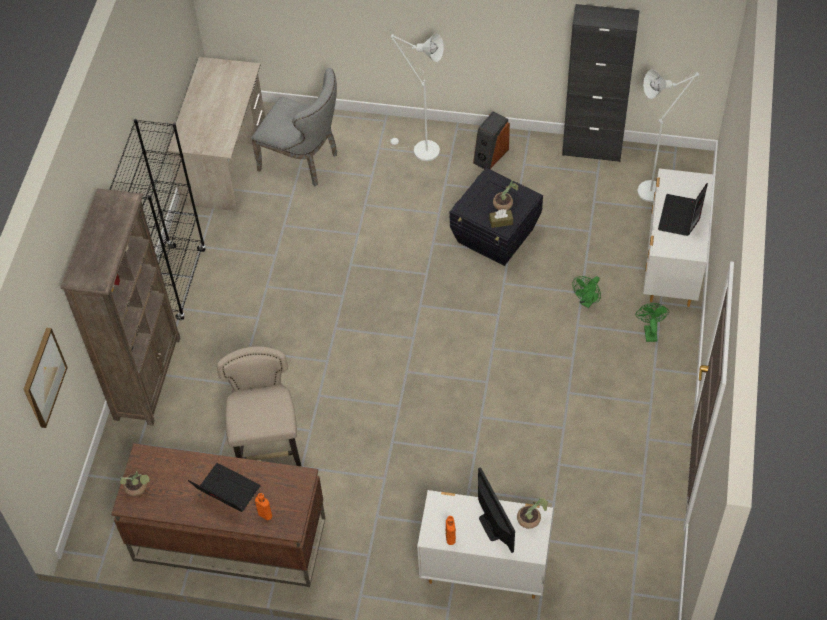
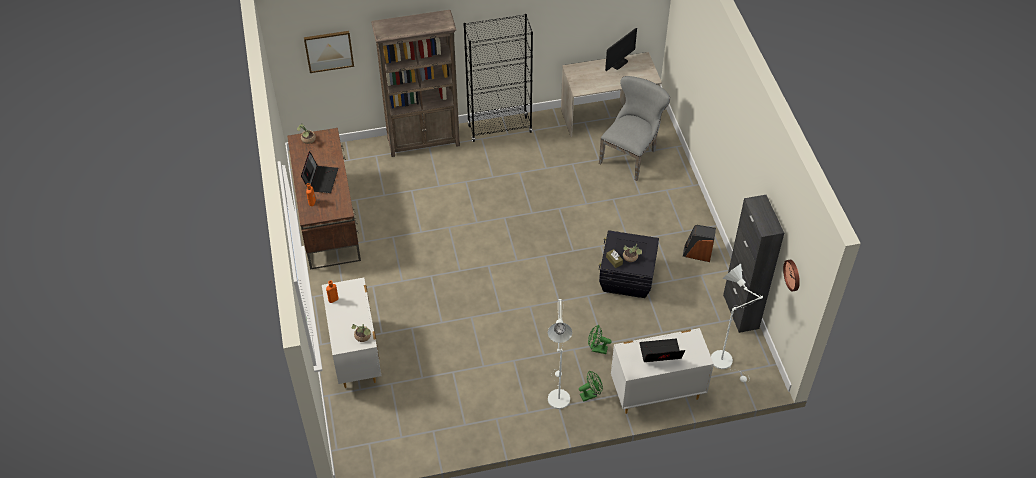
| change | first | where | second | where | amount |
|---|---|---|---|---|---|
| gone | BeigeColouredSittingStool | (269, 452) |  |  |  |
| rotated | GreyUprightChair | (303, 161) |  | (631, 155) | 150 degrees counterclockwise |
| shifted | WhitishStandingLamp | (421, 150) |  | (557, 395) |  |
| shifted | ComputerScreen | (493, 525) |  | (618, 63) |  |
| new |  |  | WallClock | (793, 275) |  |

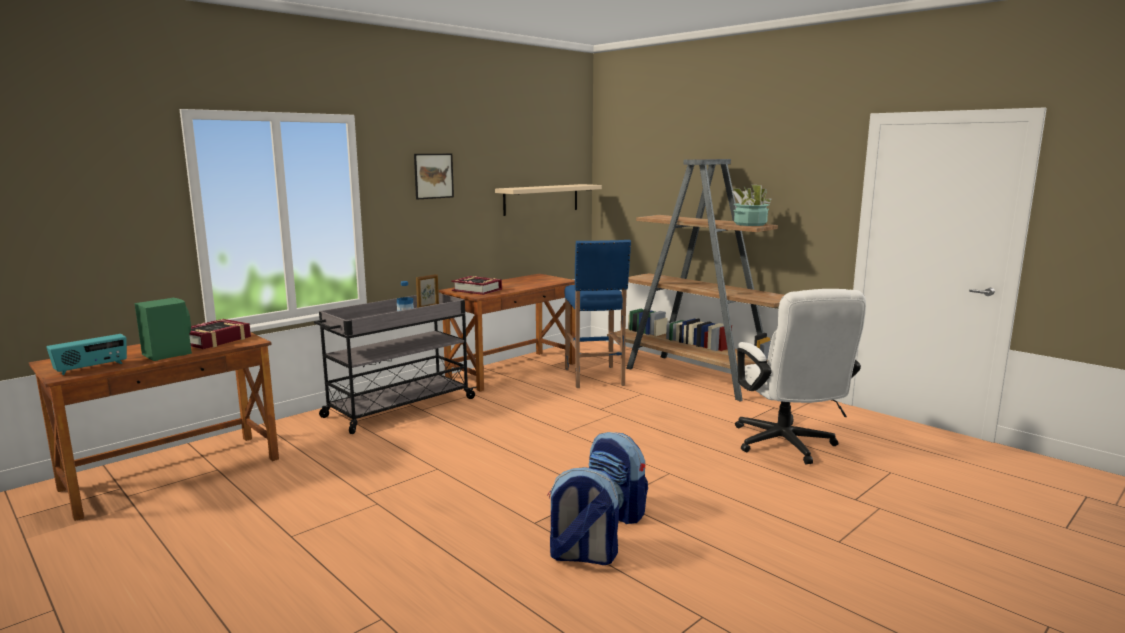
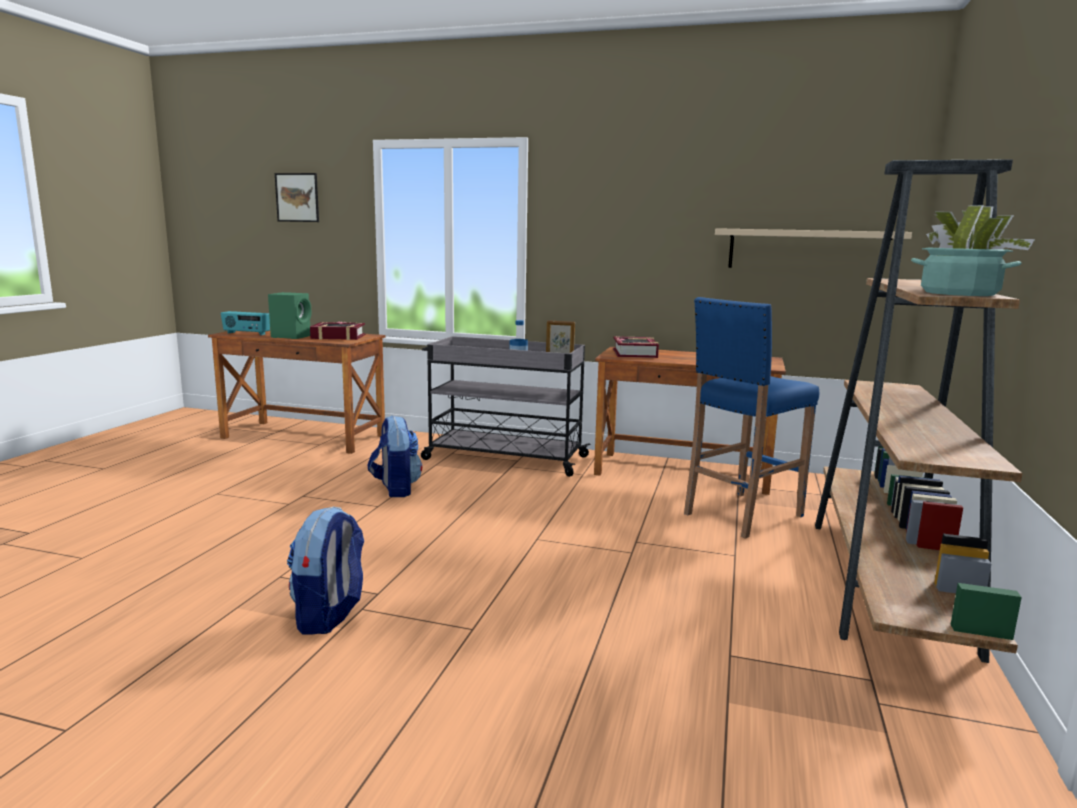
| change | first | where | second | where | amount |
|---|---|---|---|---|---|
| shifted | WallPicture | (433, 176) |  | (297, 197) |  |
| shifted | Knapsack | (581, 556) |  | (395, 489) |  |
| gone | WhitishOfficeChair | (787, 446) |  |  |  |

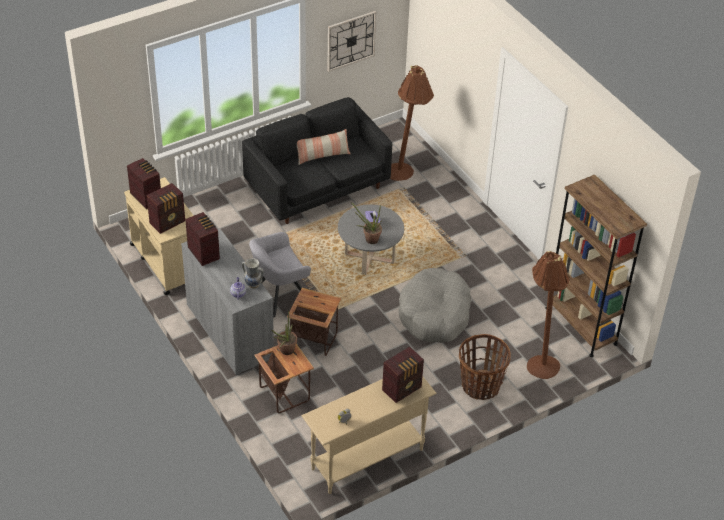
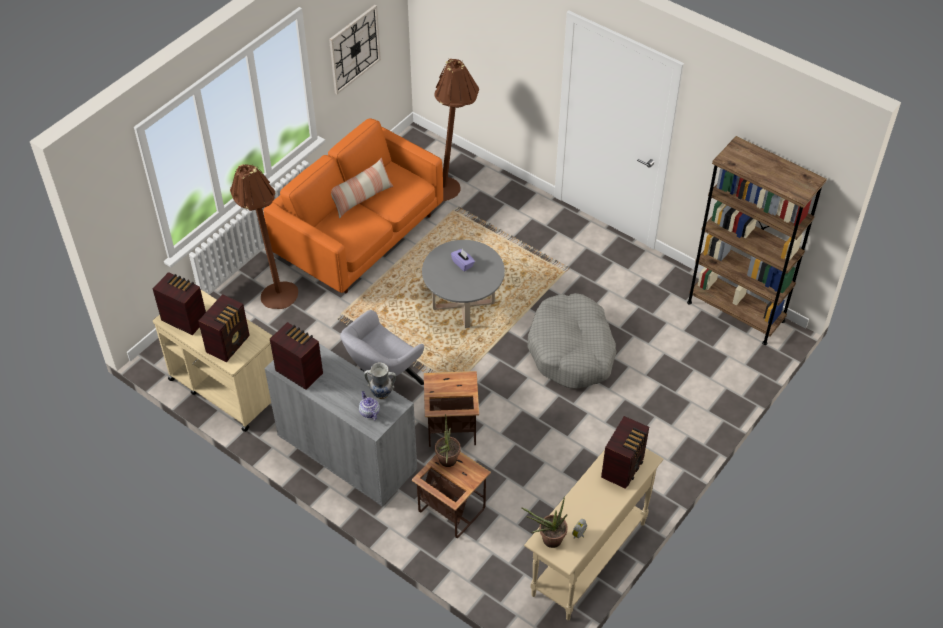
| change | first | where | second | where | amount |
|---|---|---|---|---|---|
| repainted | BlackCouch | (318, 188) | OrangeColouredCouch | (360, 237) |  |
| shifted | Houseplant | (369, 239) |  | (547, 540) |  |
| gone | HouseholdBasket | (480, 386) |  |  |  |
| shifted | BrownishStandingLamp | (538, 361) |  | (273, 291) |  |

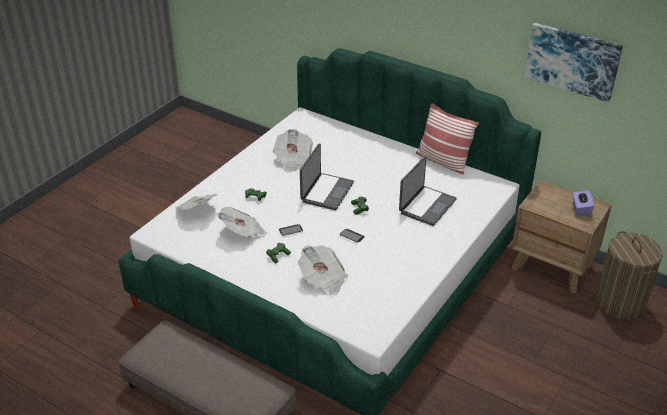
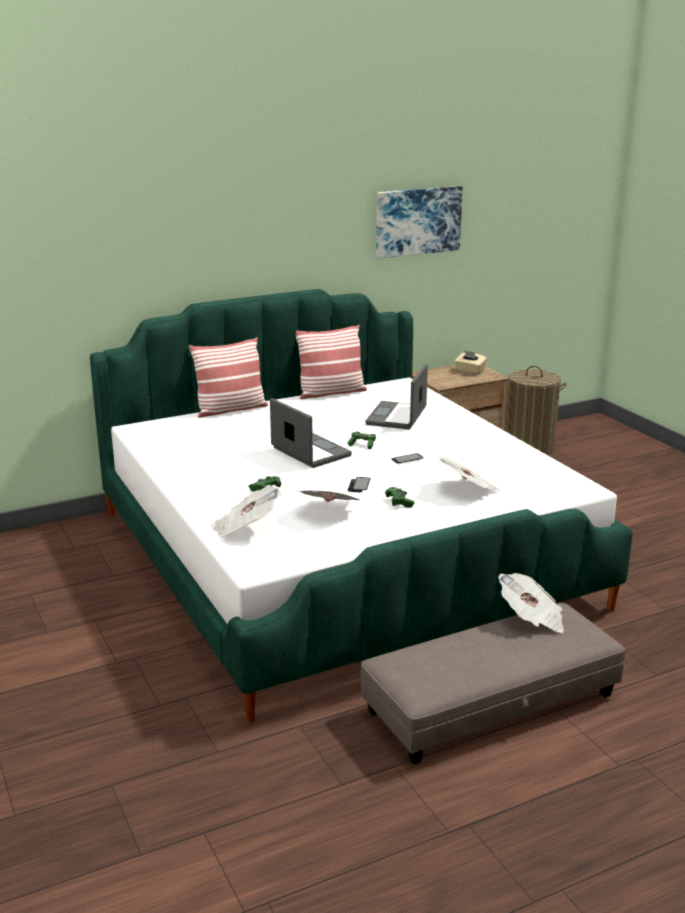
| change | first | where | second | where | amount |
|---|---|---|---|---|---|
| shifted | PrintedPaper | (293, 160) |  | (531, 619) |  |
| rotated | Laptop | (426, 206) |  | (397, 417) | 135 degrees counterclockwise |
| repainted | PurpleTissueBox | (580, 209) | BeigeColouredTissueBox | (469, 371) |  |
| new |  |  | Cushion | (230, 409) |  |

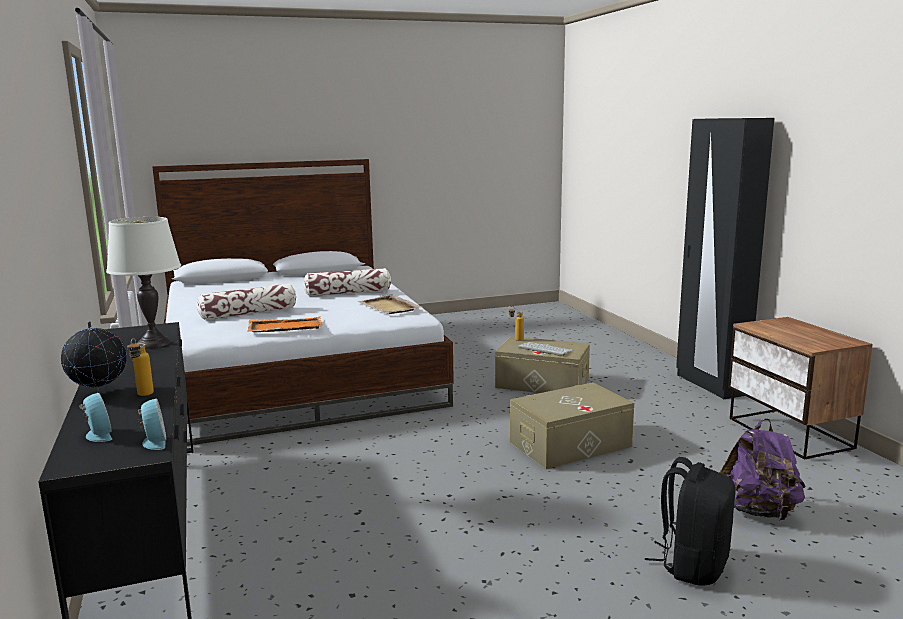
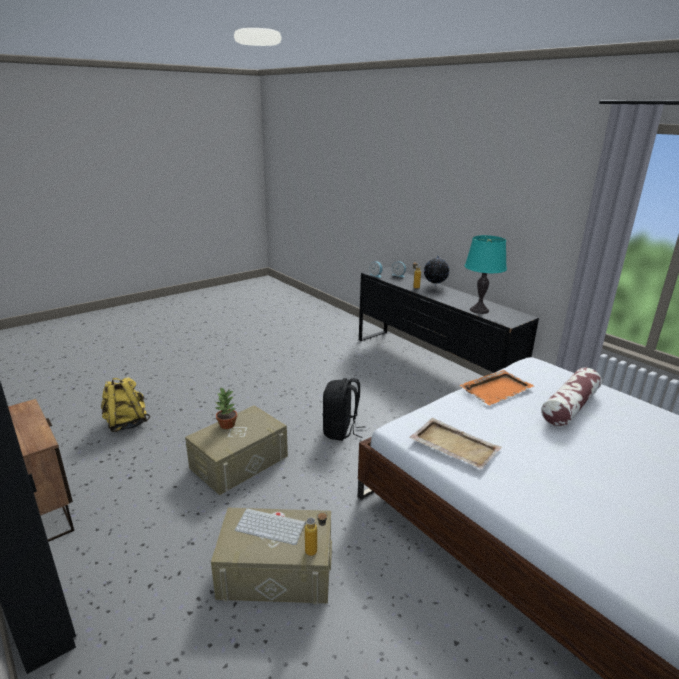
| change | first | where | second | where | amount |
|---|---|---|---|---|---|
| repainted | WhitishLampForATable | (153, 343) | TurquoiseLampForATable | (479, 310) |  |
| gone | Cushion | (348, 293) |  |  |  |
| shifted | BlackKnapsack | (692, 565) |  | (341, 431) |  |
| repainted | PurpleKnapsack | (758, 511) | YellowishKnapsack | (126, 423) |  |
| new |  |  | Houseplant | (227, 425) |  |

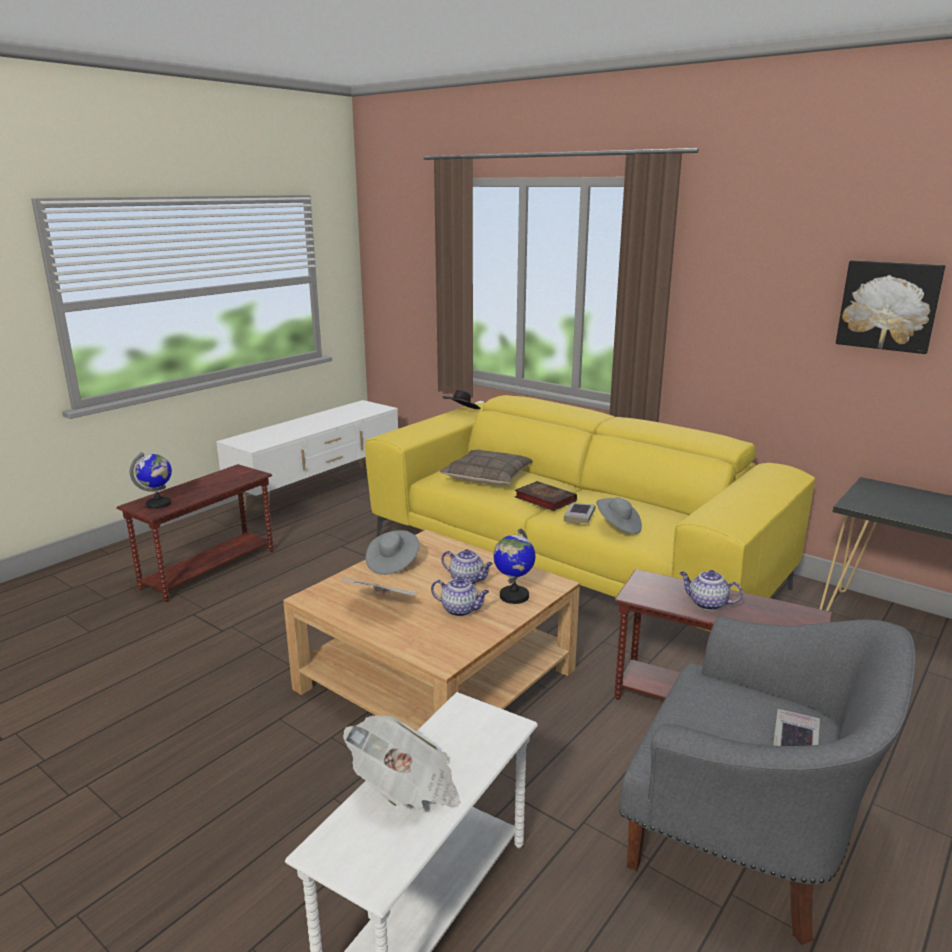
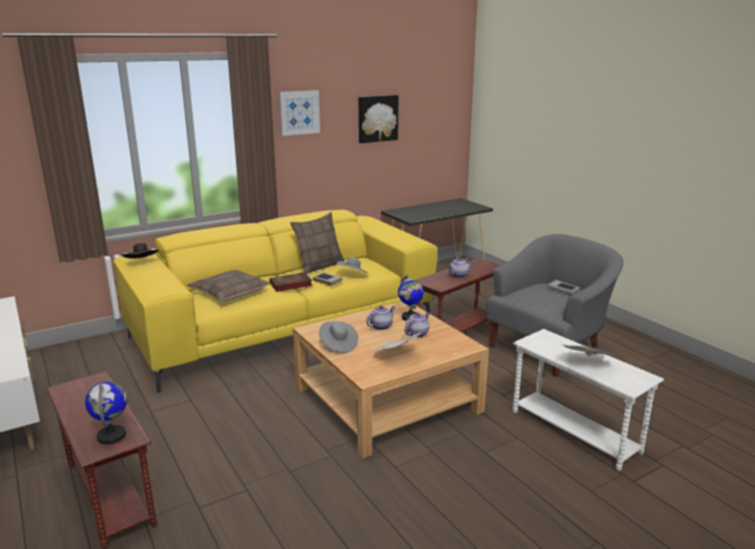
| change | first | where | second | where | amount |
|---|---|---|---|---|---|
| new |  |  | WallPicture | (299, 112) |  |
| new |  |  | Cushion | (319, 266) |  |

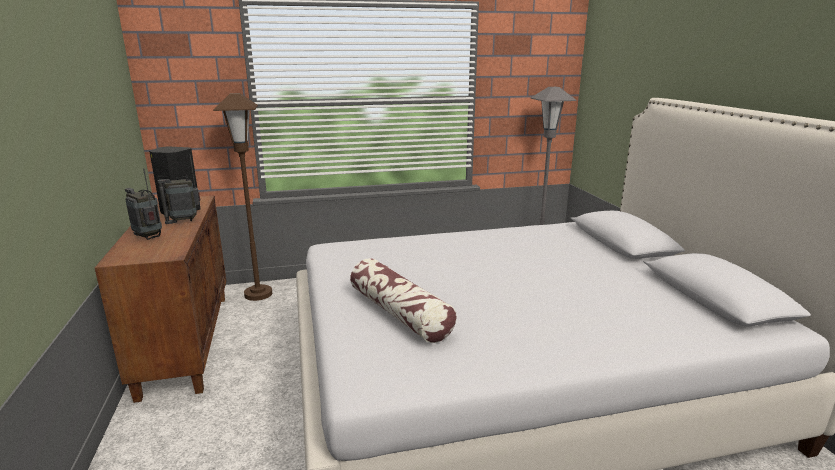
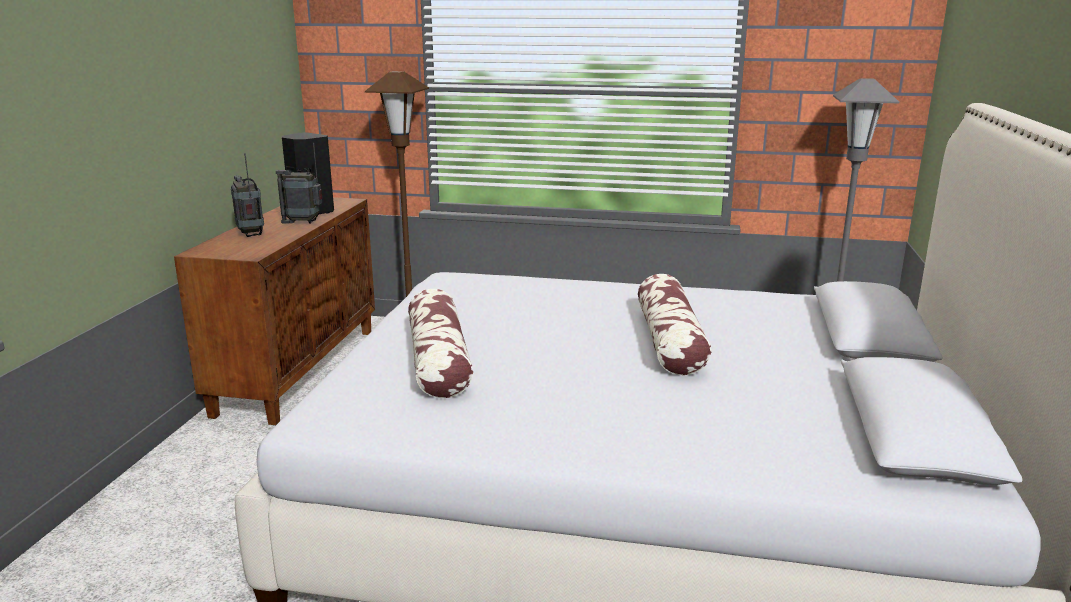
| change | first | where | second | where | amount |
|---|---|---|---|---|---|
| new |  |  | Cushion | (670, 341) |  |

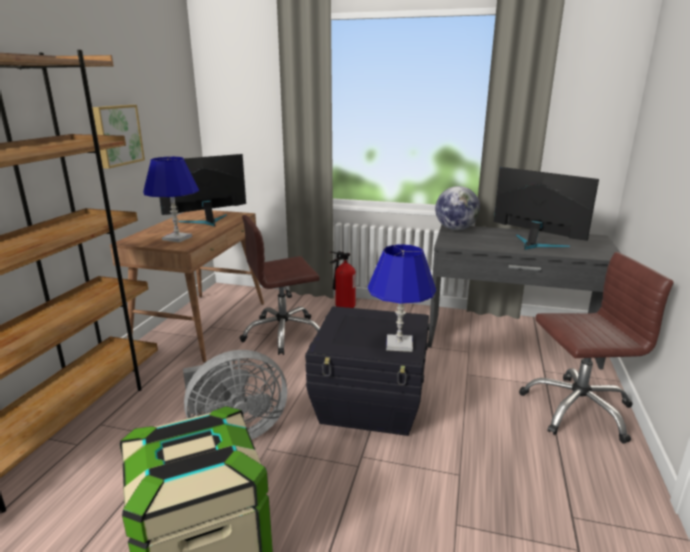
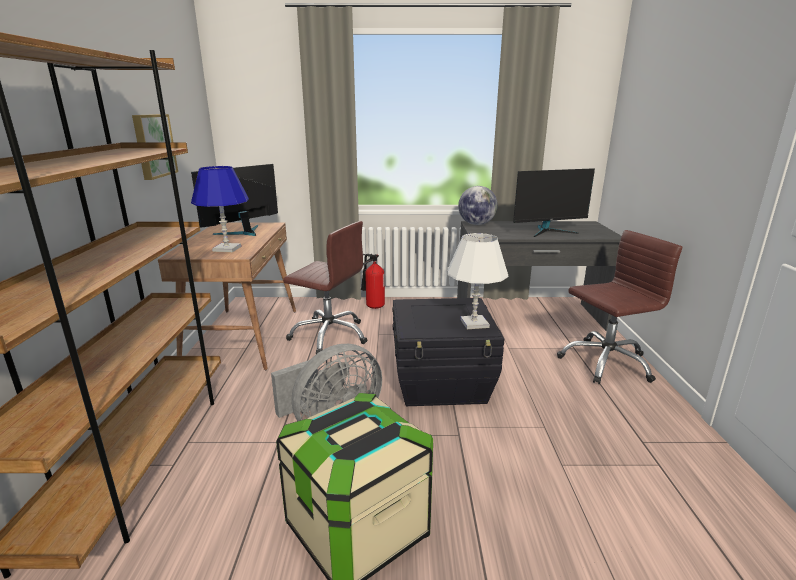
| change | first | where | second | where | amount |
|---|---|---|---|---|---|
| rotated | BrownishOfficeChair | (283, 334) |  | (329, 335) | 120 degrees counterclockwise |
| repainted | BlueLampForATable | (399, 344) | WhitishLampForATable | (474, 323) |  |
| rotated | ComputerScreen | (534, 244) |  | (548, 231) | 135 degrees clockwise |

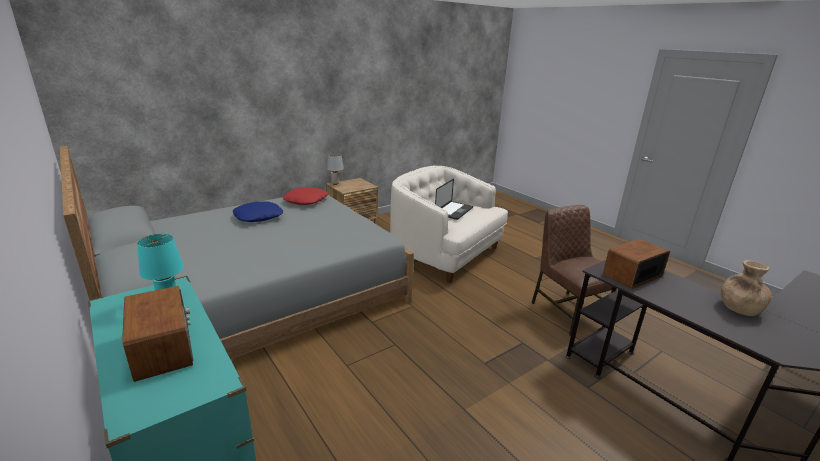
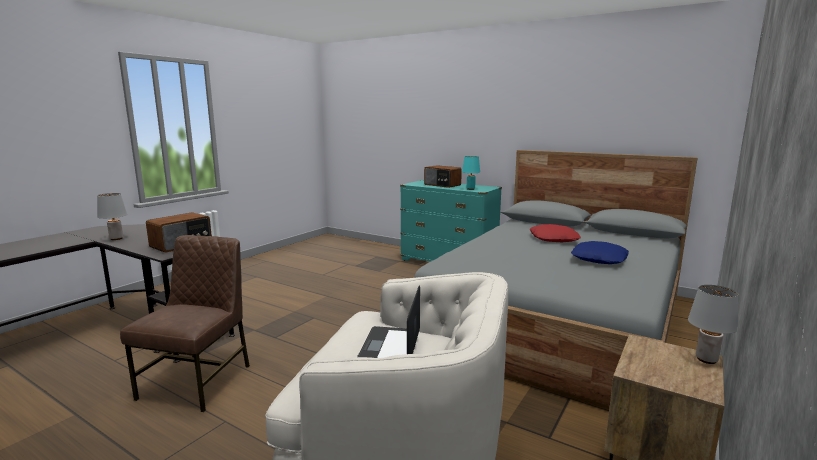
| change | first | where | second | where | amount |
|---|---|---|---|---|---|
| shifted | ReddishCushion | (305, 200) |  | (554, 239) |  |
| rotated | BrownishUprightChair | (569, 312) |  | (198, 381) | 120 degrees counterclockwise |
| swapped | BrownishVase | (738, 308) | GreyLampForATable | (116, 239) |  |

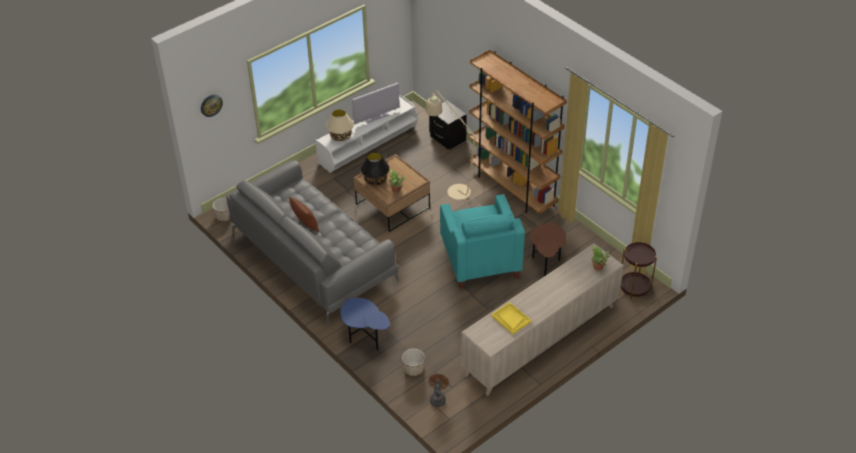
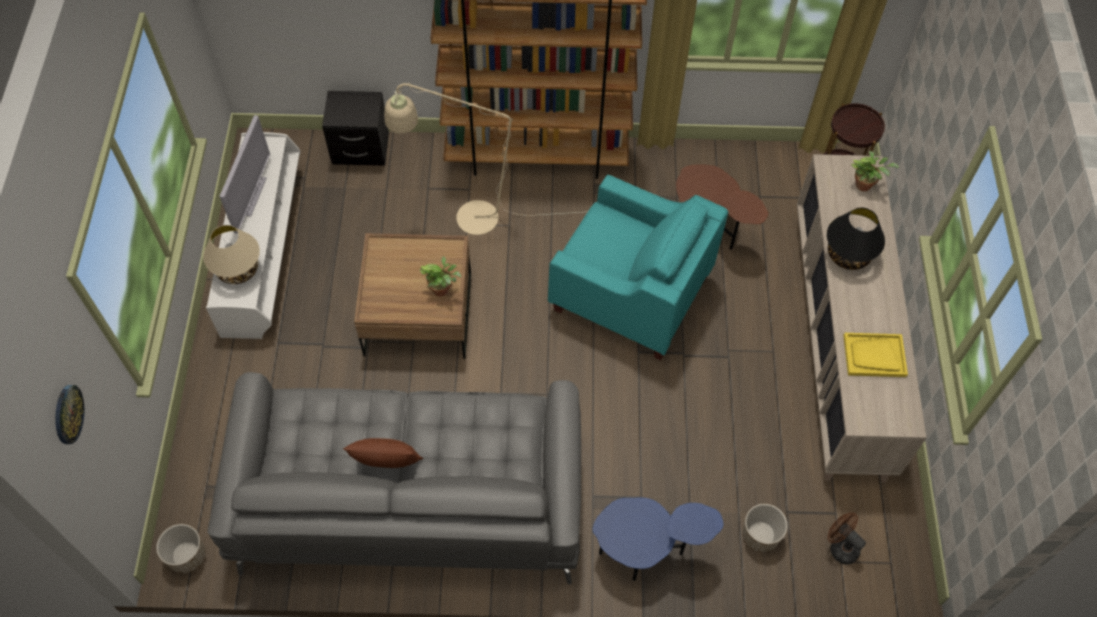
| change | first | where | second | where | amount |
|---|---|---|---|---|---|
| shifted | BlackLampForATable | (375, 180) |  | (848, 255) |  |

